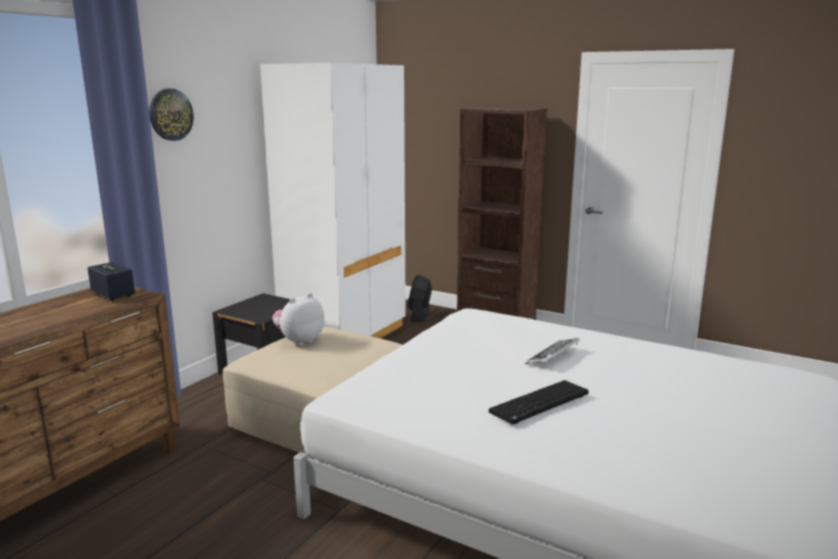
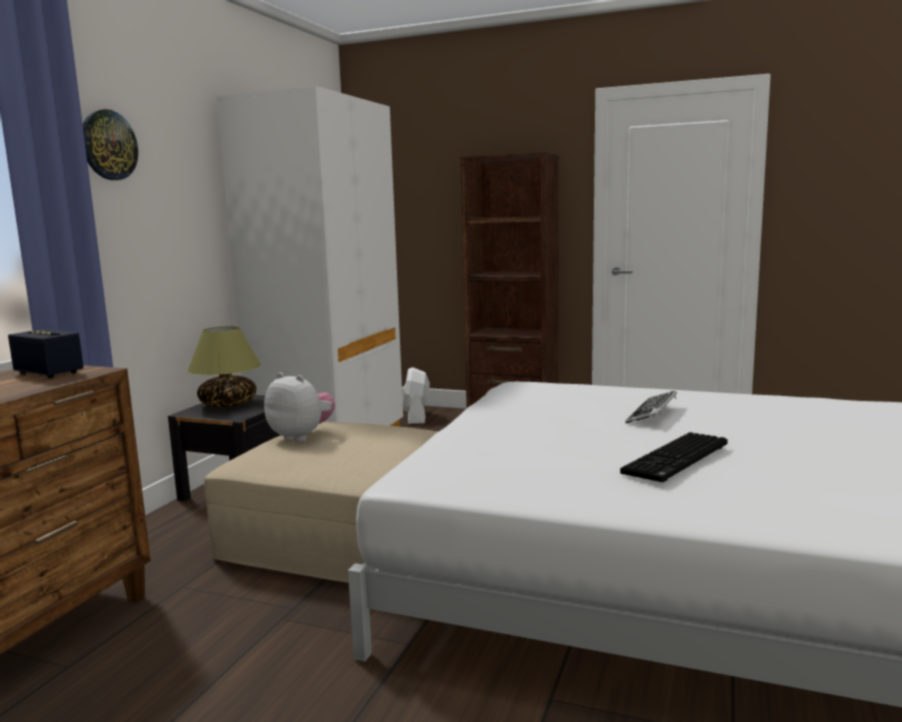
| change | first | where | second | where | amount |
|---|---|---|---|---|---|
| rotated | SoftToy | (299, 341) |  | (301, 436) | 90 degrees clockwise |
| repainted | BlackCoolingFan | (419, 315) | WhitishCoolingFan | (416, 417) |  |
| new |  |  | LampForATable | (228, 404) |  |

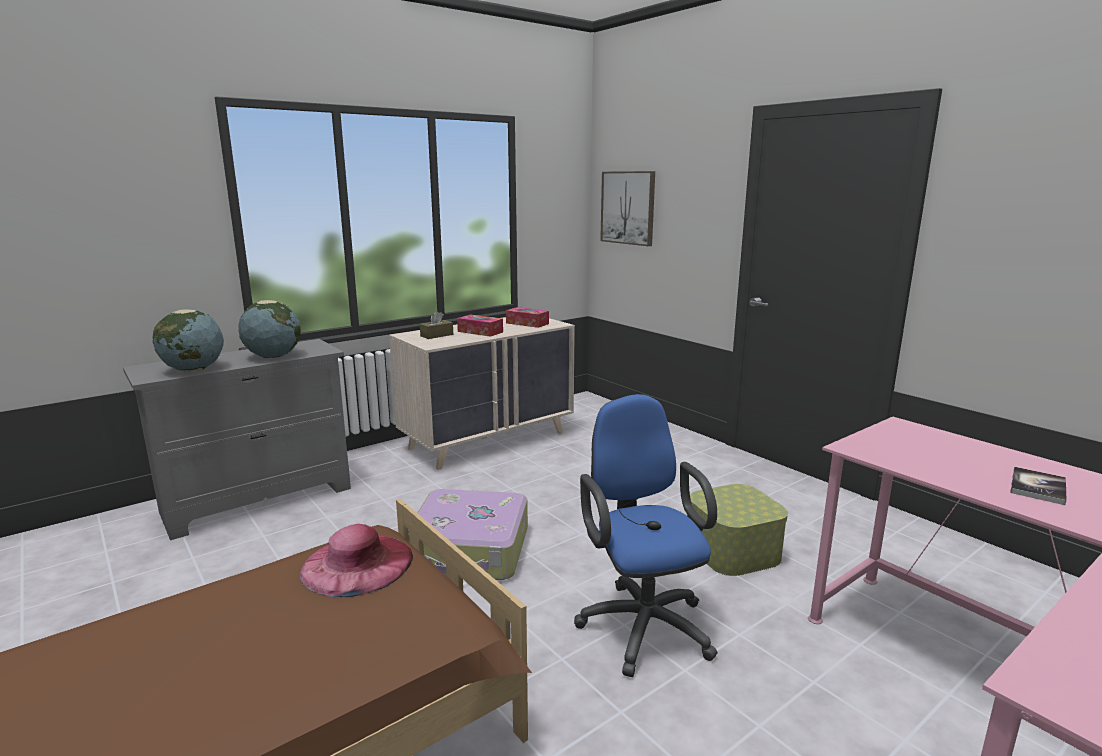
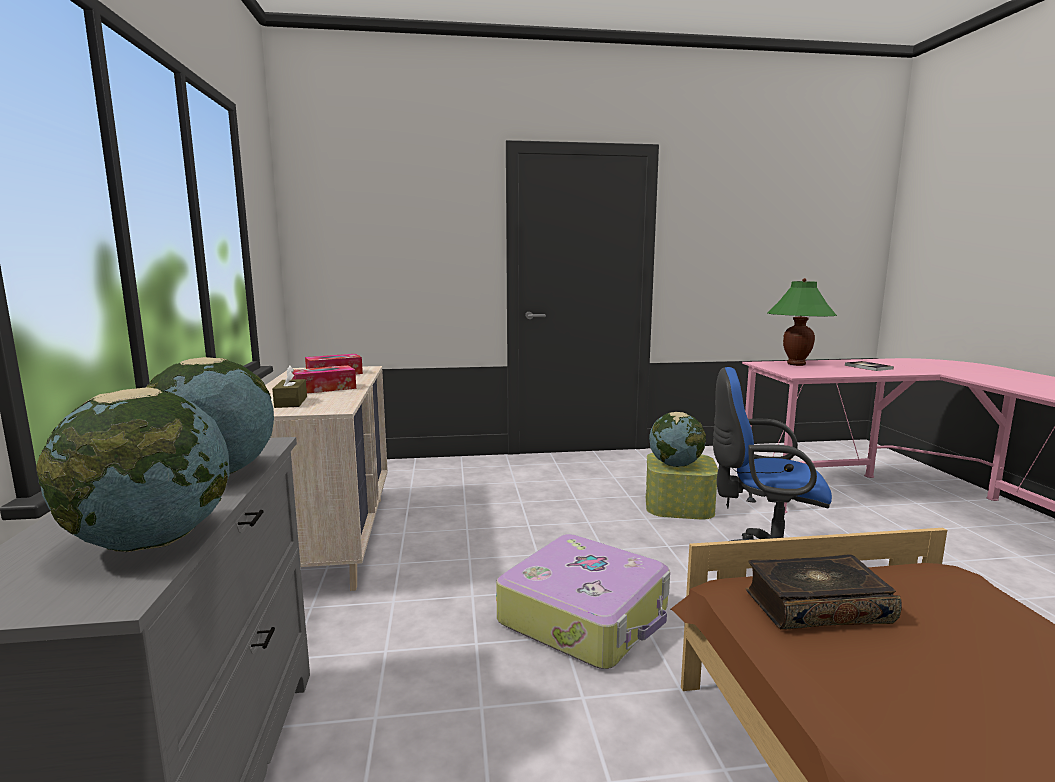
| change | first | where | second | where | amount |
|---|---|---|---|---|---|
| swapped | PinkClothingHat | (357, 563) | Volume | (816, 606) |  |
| gone | WallPicture | (628, 207) |  |  |  |
| new |  |  | Globe | (675, 465) |  |
| new |  |  | GreenLampForATable | (796, 364) |  |

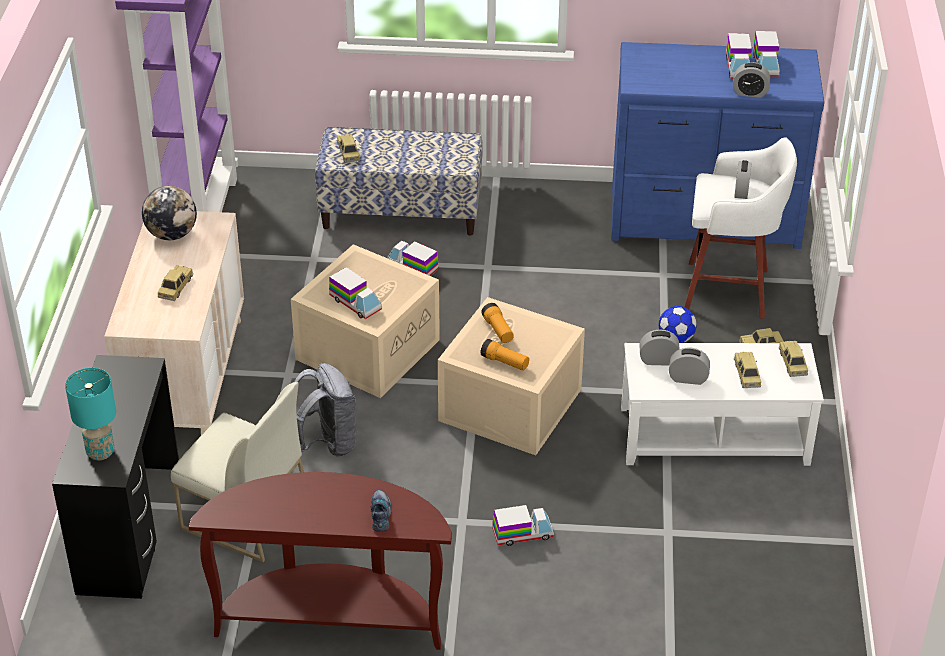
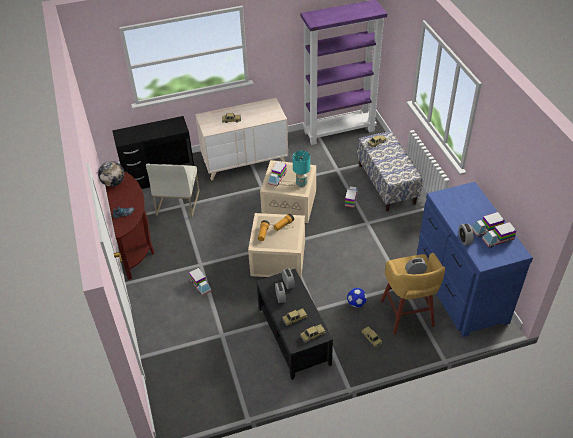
| change | first | where | second | where | amount |
|---|---|---|---|---|---|
| shifted | TurquoiseLampForATable | (100, 453) |  | (301, 184) |  |
| shifted | Globe | (172, 234) |  | (114, 183) |  |
| gone | GreyKnapsack | (326, 443) |  |  |  |
| repainted | WhitishCoffeeTable | (713, 436) | BlackCoffeeTable | (293, 335) |  |
| repainted | WhitishSittingStool | (730, 290) | YellowishSittingStool | (407, 315) |  |

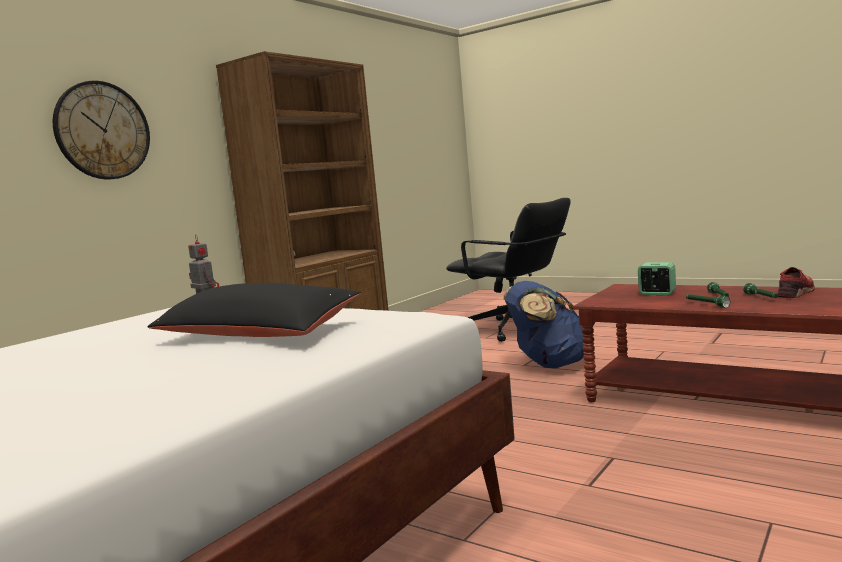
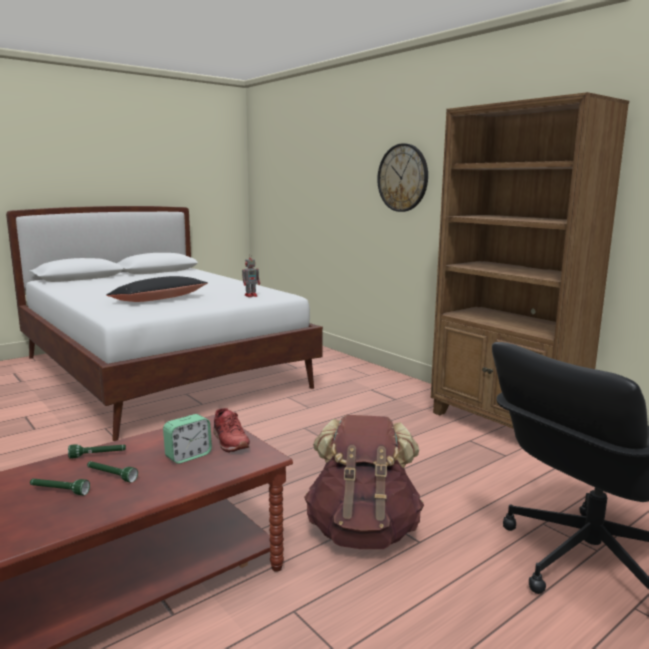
| change | first | where | second | where | amount |
|---|---|---|---|---|---|
| repainted | BlueKnapsack | (549, 365) | BrownishKnapsack | (363, 531) |  |
| shifted | ReddishLowShoe | (796, 292) |  | (229, 441) |  |

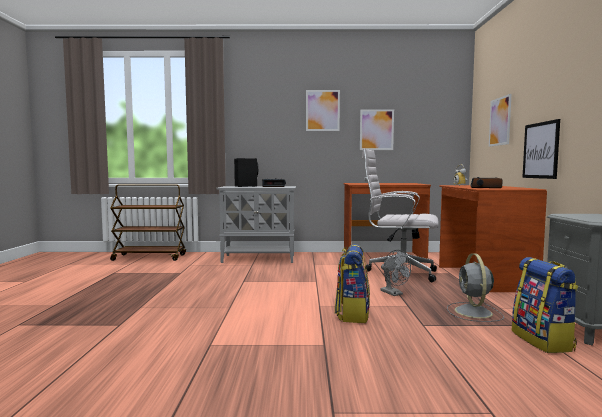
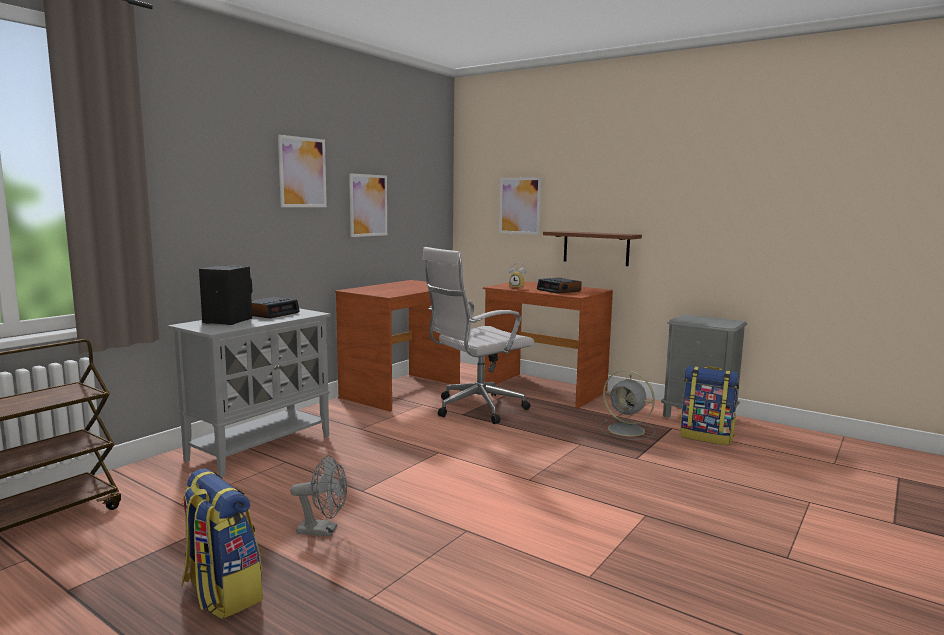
| change | first | where | second | where | amount |
|---|---|---|---|---|---|
| shifted | Knapsack | (352, 314) |  | (221, 593) |  |
| shifted | GreyCoolingFan | (394, 293) |  | (323, 530) |  |
| swapped | WallPicture | (540, 150) | BrownishWallShelf | (596, 248) |  |

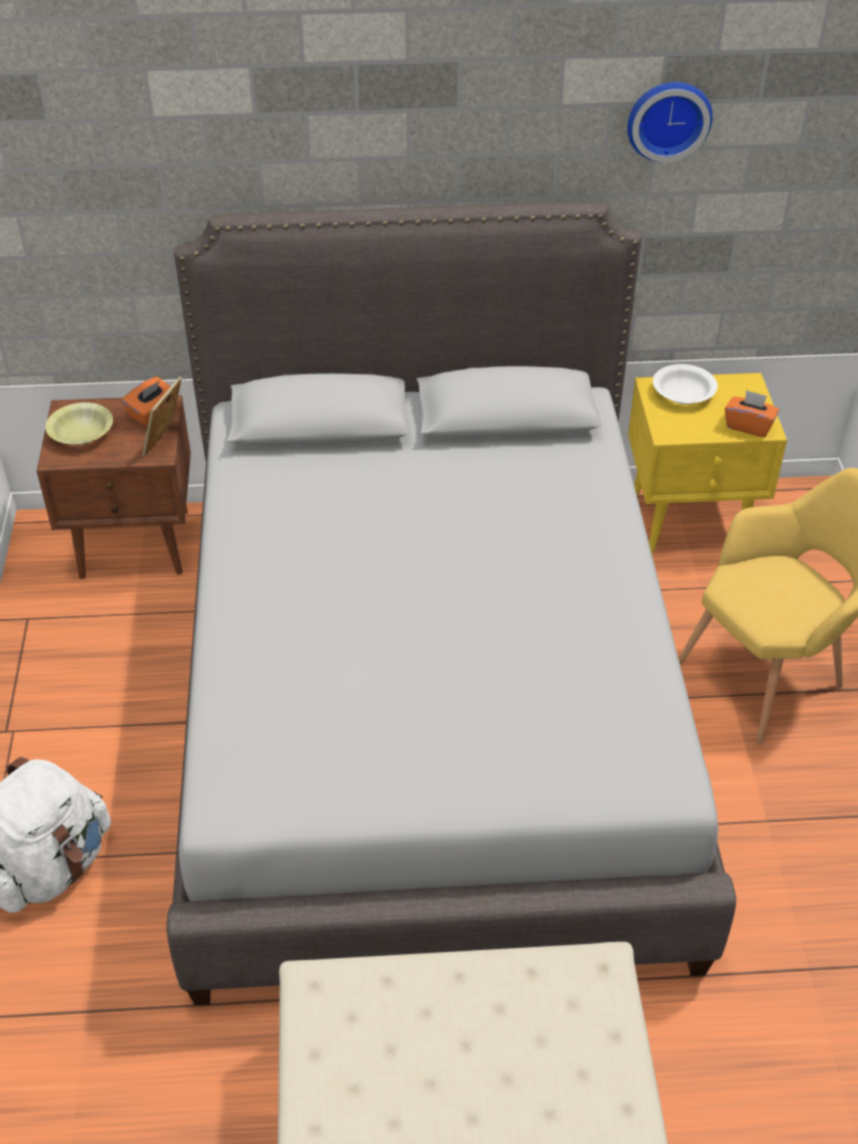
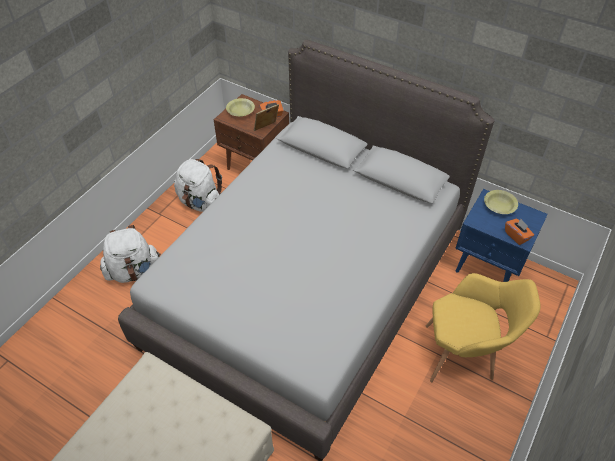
| change | first | where | second | where | amount |
|---|---|---|---|---|---|
| gone | WallClock | (668, 118) |  |  |  |
| repainted | YellowishBedsideTable | (691, 520) | BlueBedsideTable | (488, 266) |  |
| repainted | WhitishDeepDish | (683, 393) | YellowishDeepDish | (499, 206) |  |
| new |  |  | WhitishKnapsack | (200, 202) |  |

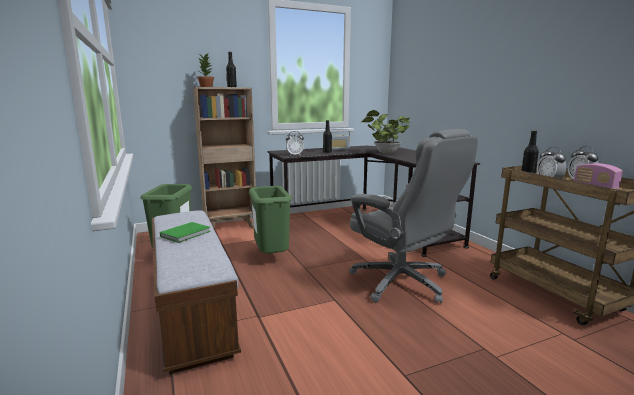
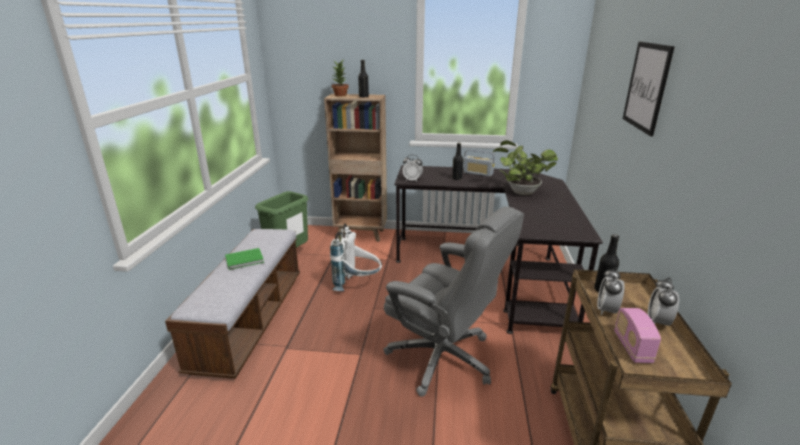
| change | first | where | second | where | amount |
|---|---|---|---|---|---|
| swapped | GreenWasteBin | (271, 257) | WhitishKnapsack | (357, 285) |  |
| rotated | GreyOfficeChair | (402, 282) |  | (444, 358) | 45 degrees counterclockwise |
| new |  |  | WallPicture | (646, 86) |  |

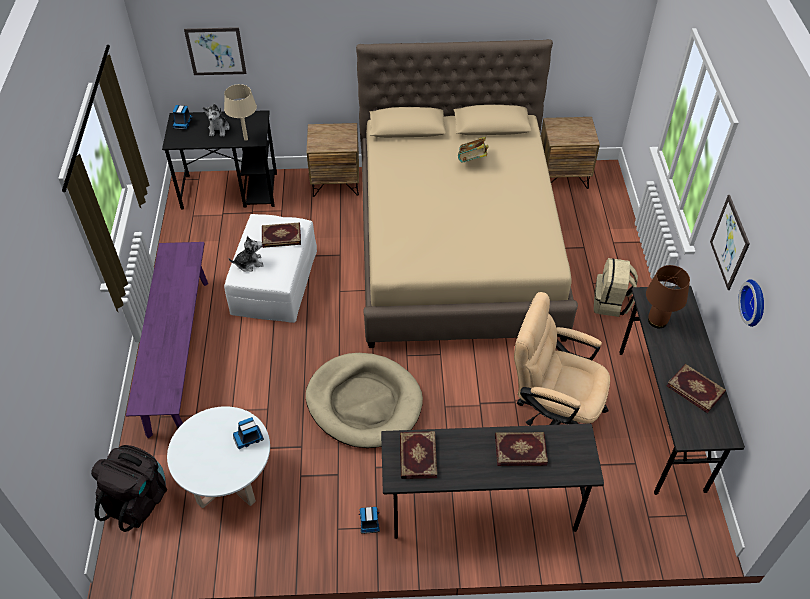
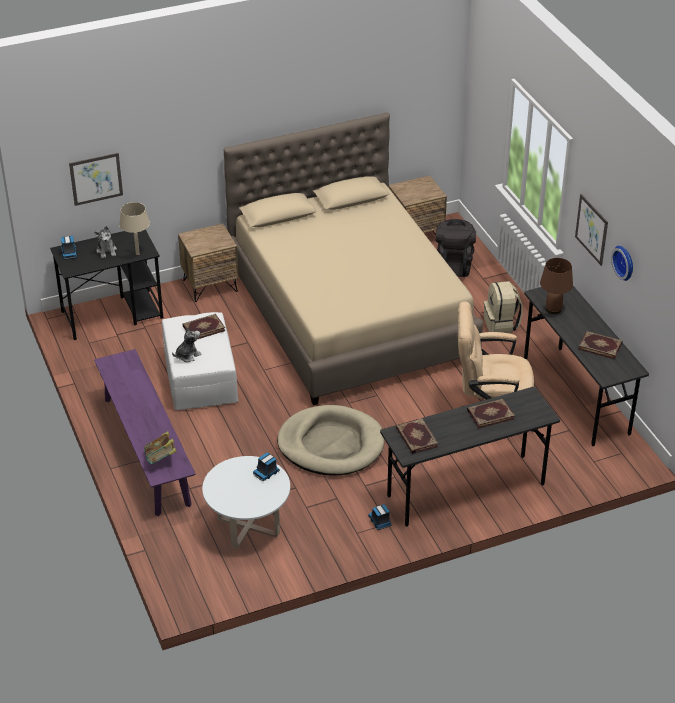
| change | first | where | second | where | amount |
|---|---|---|---|---|---|
| shifted | BlackKnapsack | (138, 499) |  | (453, 265) |  |
| shifted | Volume | (472, 161) |  | (161, 459) |  |

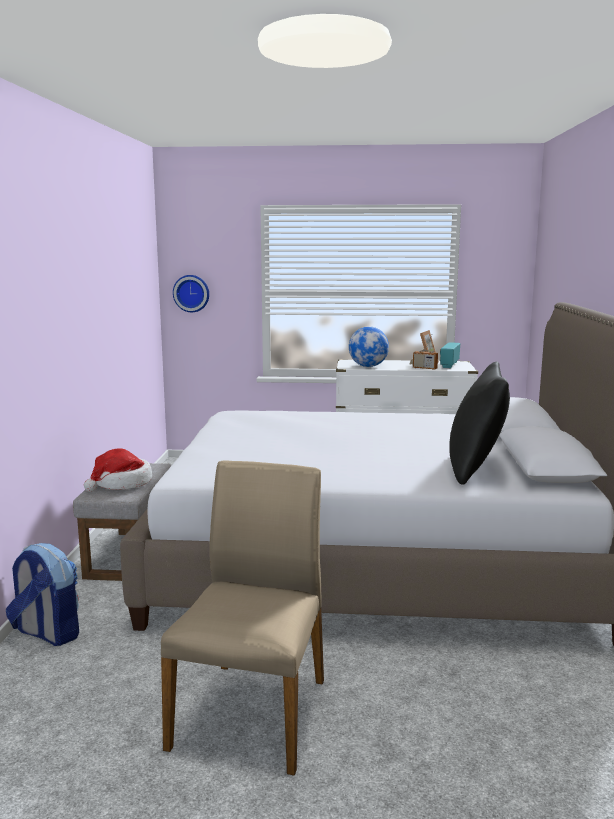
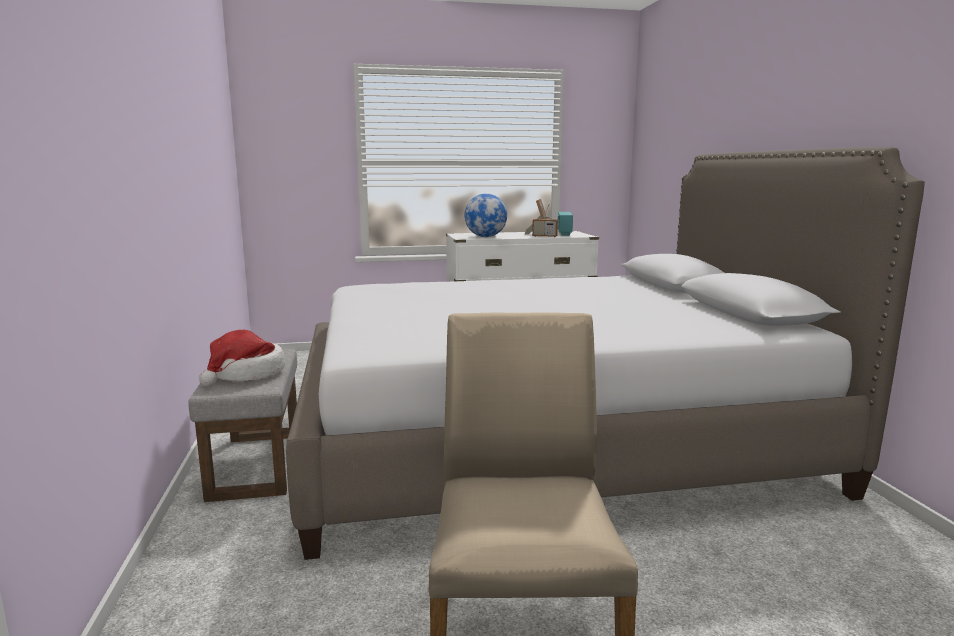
| change | first | where | second | where | amount |
|---|---|---|---|---|---|
| gone | Knapsack | (47, 633) |  |  |  |
| gone | WallClock | (191, 293) |  |  |  |
| gone | BlackCushion | (475, 469) |  |  |  |

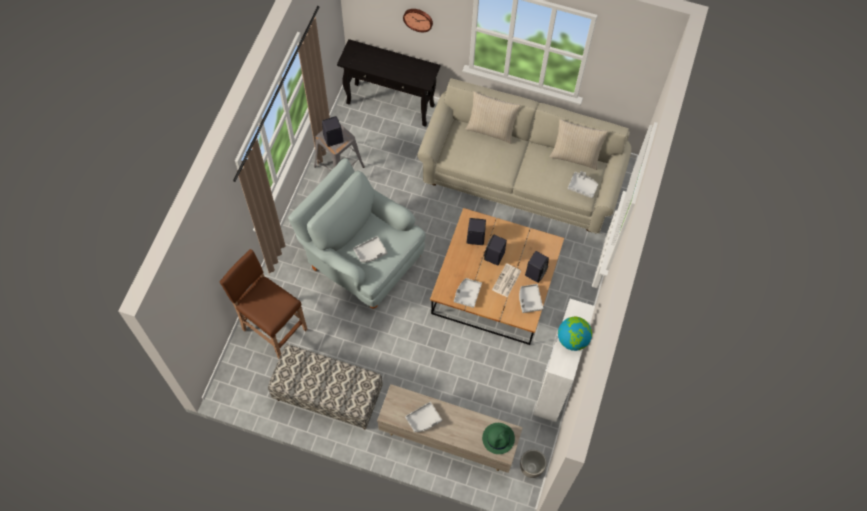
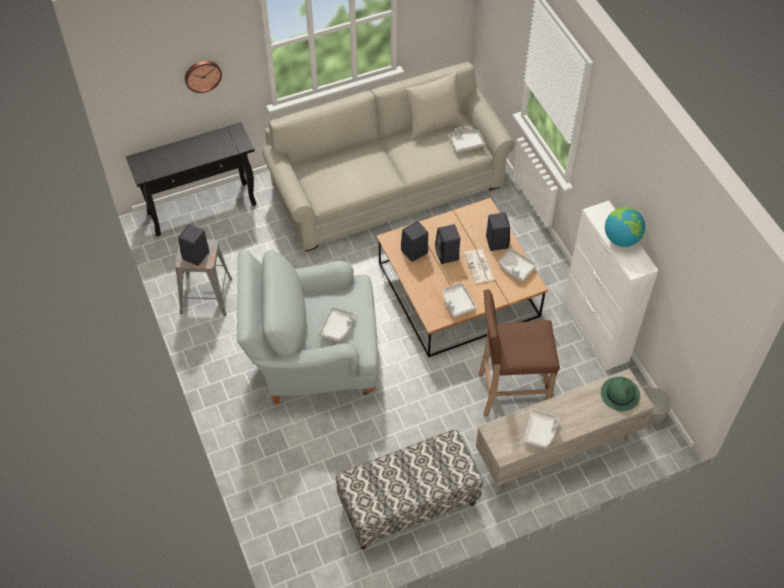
| change | first | where | second | where | amount |
|---|---|---|---|---|---|
| shifted | BrownishSittingStool | (273, 329) |  | (510, 393) |  |
| gone | BeigeColouredCushion | (491, 130) |  |  |  |

